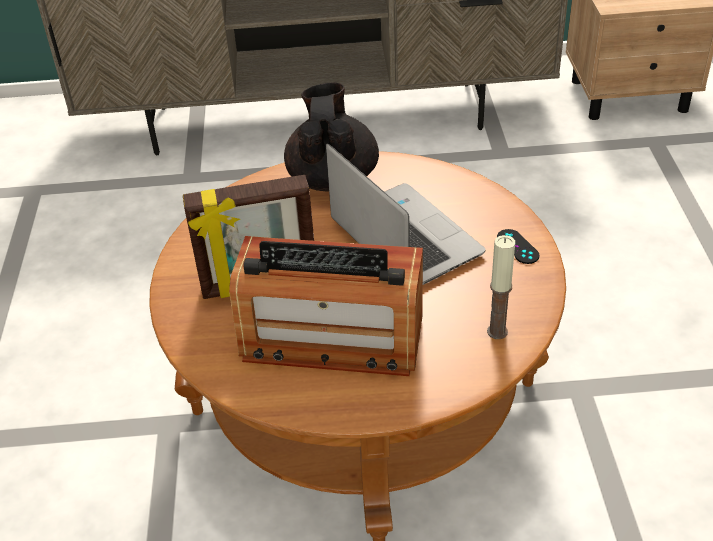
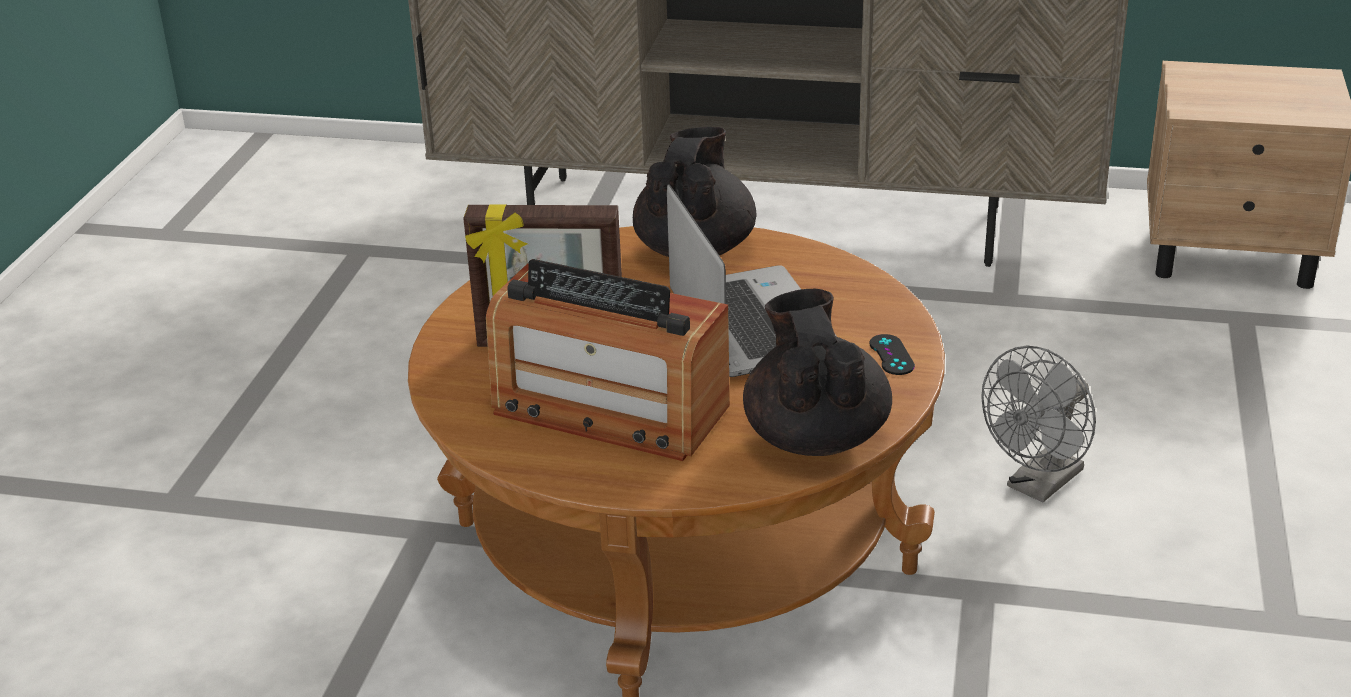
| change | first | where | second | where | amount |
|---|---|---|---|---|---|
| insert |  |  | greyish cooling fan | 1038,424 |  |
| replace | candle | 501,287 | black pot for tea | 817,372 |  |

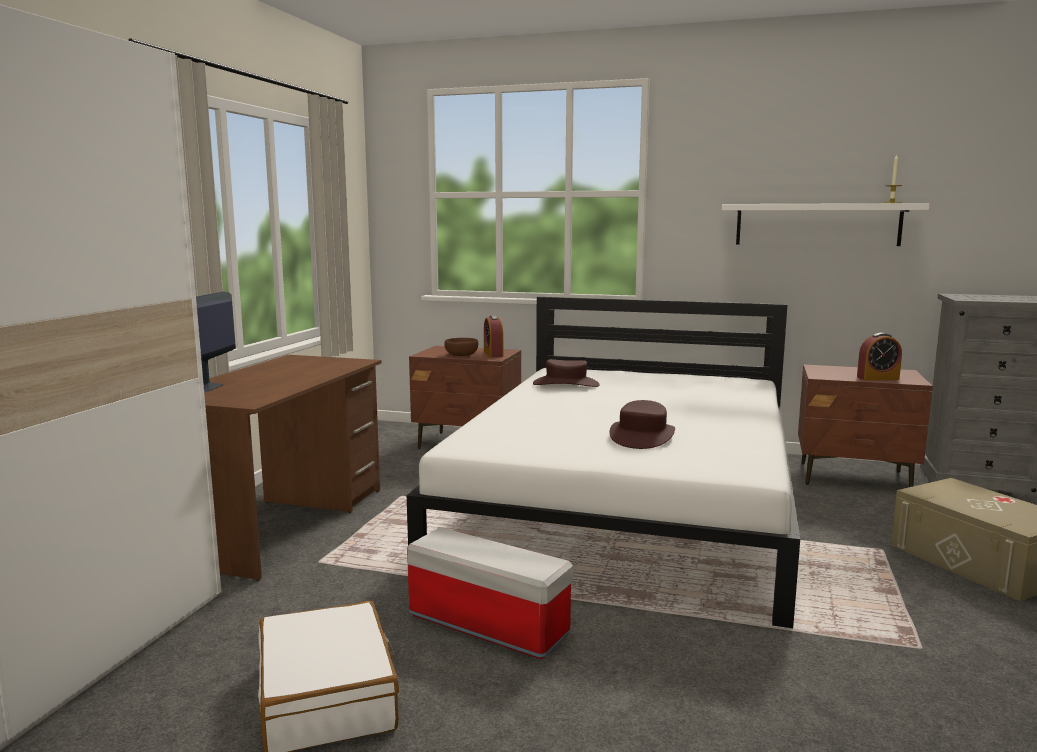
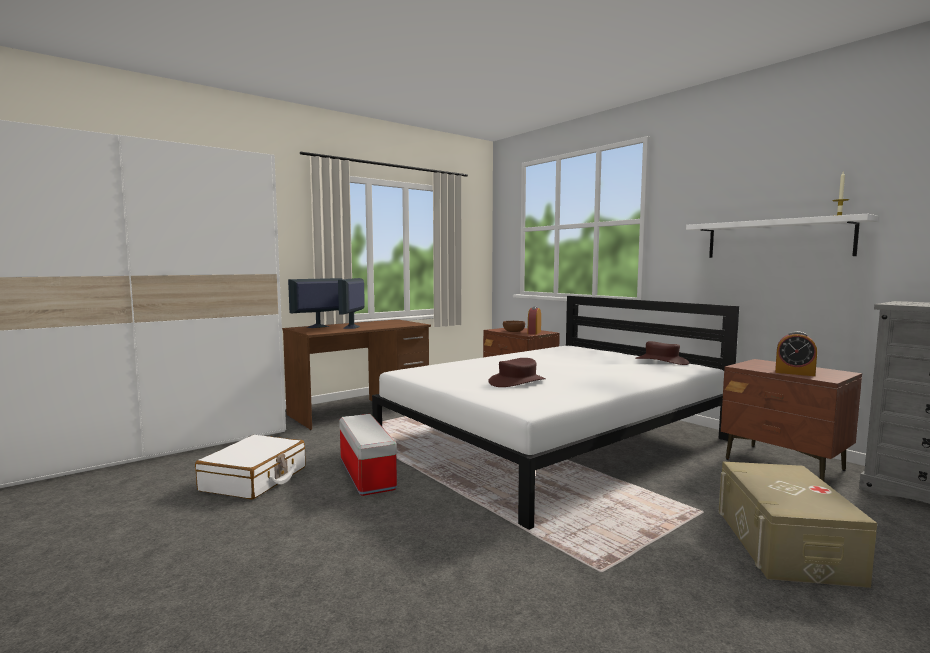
| change | first | where | second | where | amount |
|---|---|---|---|---|---|
| insert |  |  | computer screen | 351,303 |  |
| move | brown clothing hat | 566,373 |  | 662,353 |  |

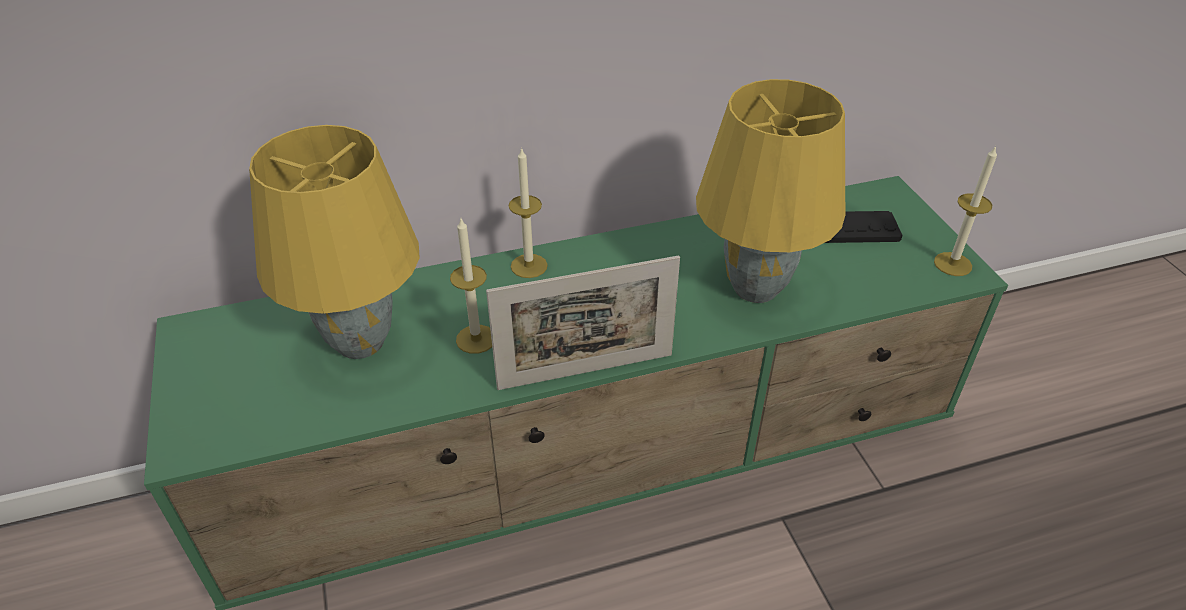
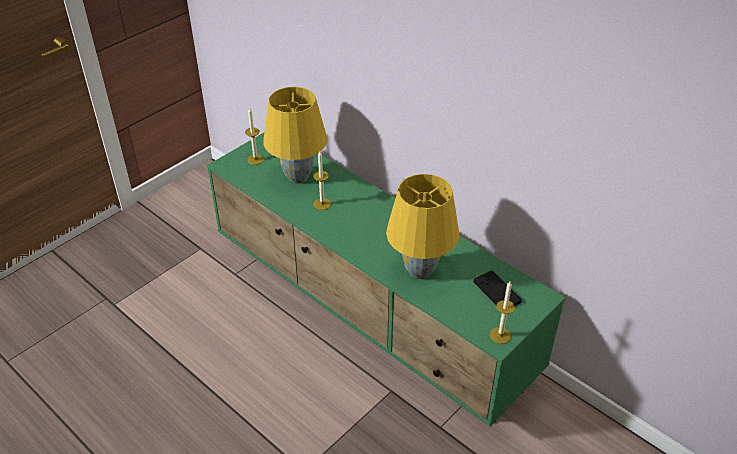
| change | first | where | second | where | amount |
|---|---|---|---|---|---|
| delete | standing frame | 583,322 |  |  |  |
| move | candle | 528,212 |  | 254,136 |  |

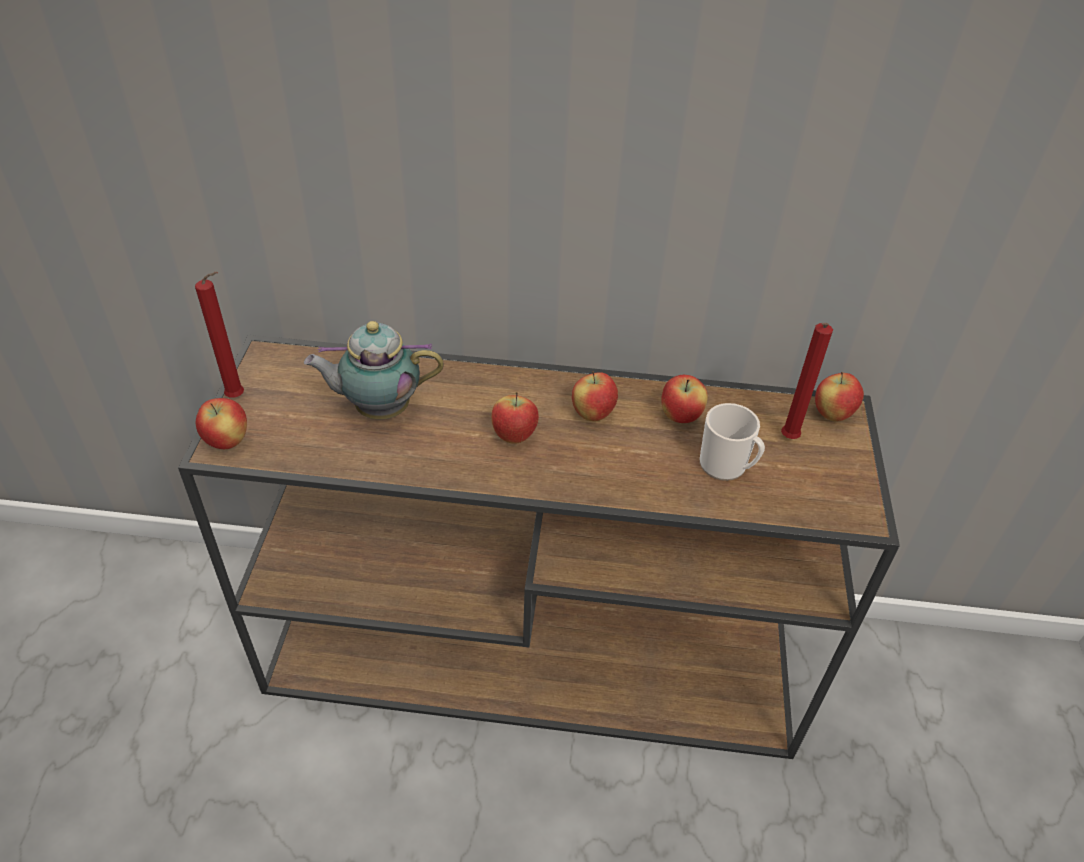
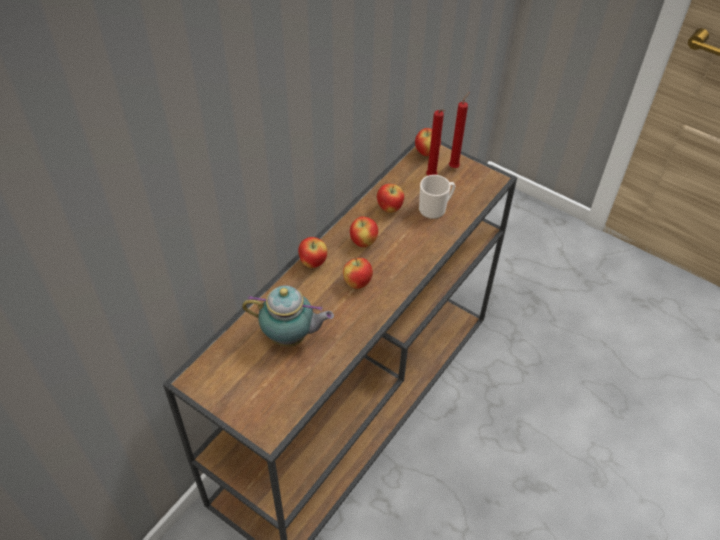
| change | first | where | second | where | amount |
|---|---|---|---|---|---|
| move | reddish candle | 219,335 |  | 459,130 |  |
| move | apple | 221,423 |  | 312,252 |  |
| rotate | pot for tea | 374,370 |  | 288,316 | 105 degrees counterclockwise |

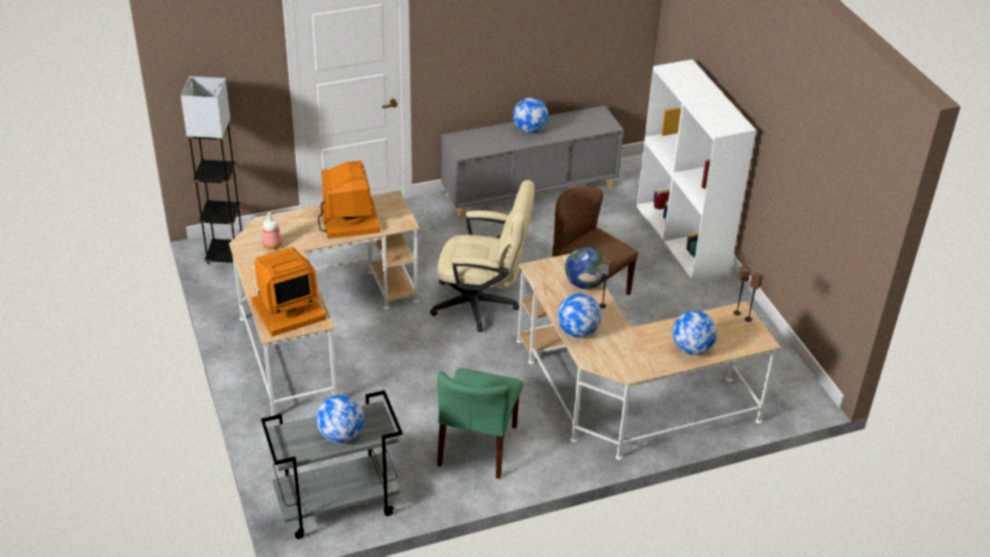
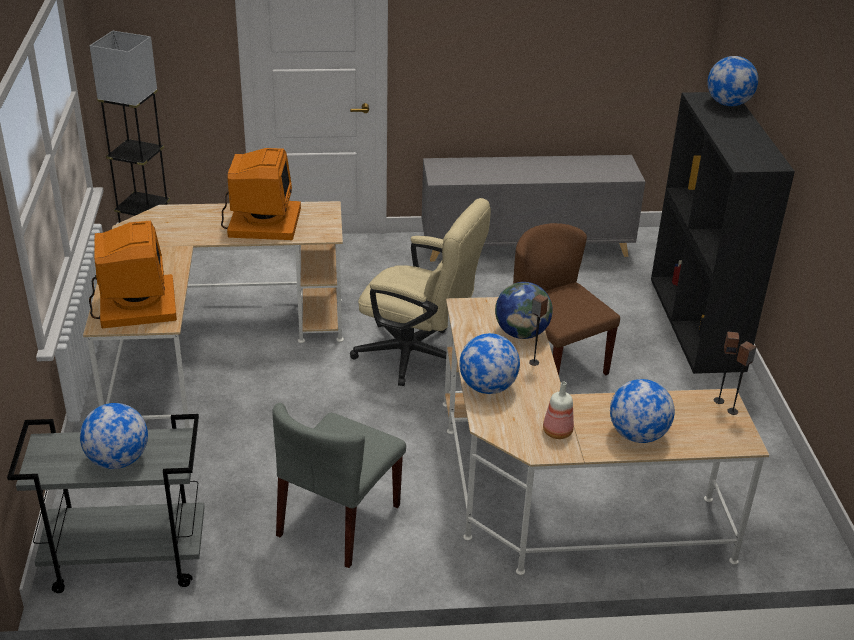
| change | first | where | second | where | amount |
|---|---|---|---|---|---|
| move | bottle | 272,231 |  | 558,410 |  |
| move | globe | 530,116 |  | 733,81 |  |
| recolor | greenish plain chair | 480,423 | greyish plain chair | 339,485 |  |
| recolor | white shelving unit | 696,171 | black shelving unit | 723,233 |  |
| rotate | computer screen | 288,291 |  | 133,274 | 90 degrees counterclockwise |

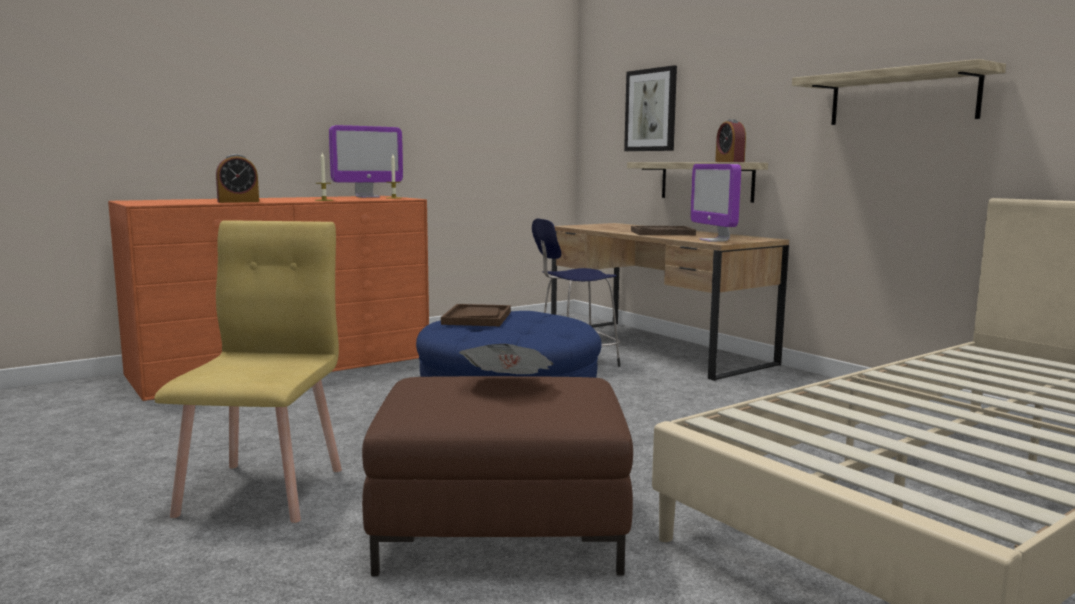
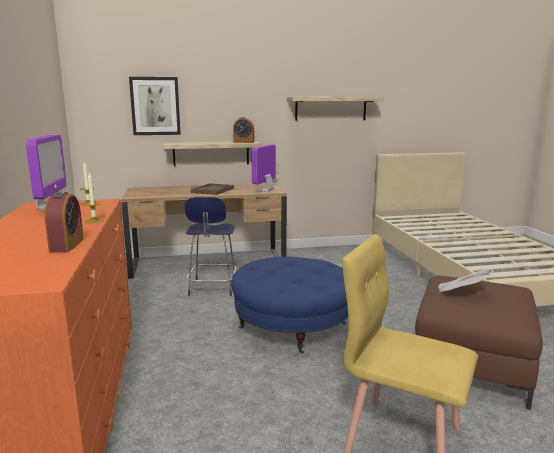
| change | first | where | second | where | amount |
|---|---|---|---|---|---|
| delete | brown serving tray | 476,315 |  |  |  |
| rotate | computer screen | 716,203 |  | 263,168 | 105 degrees clockwise |

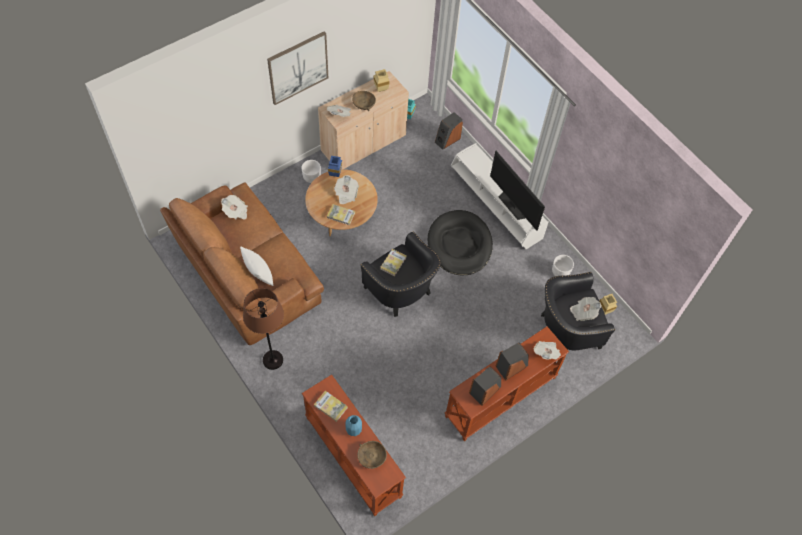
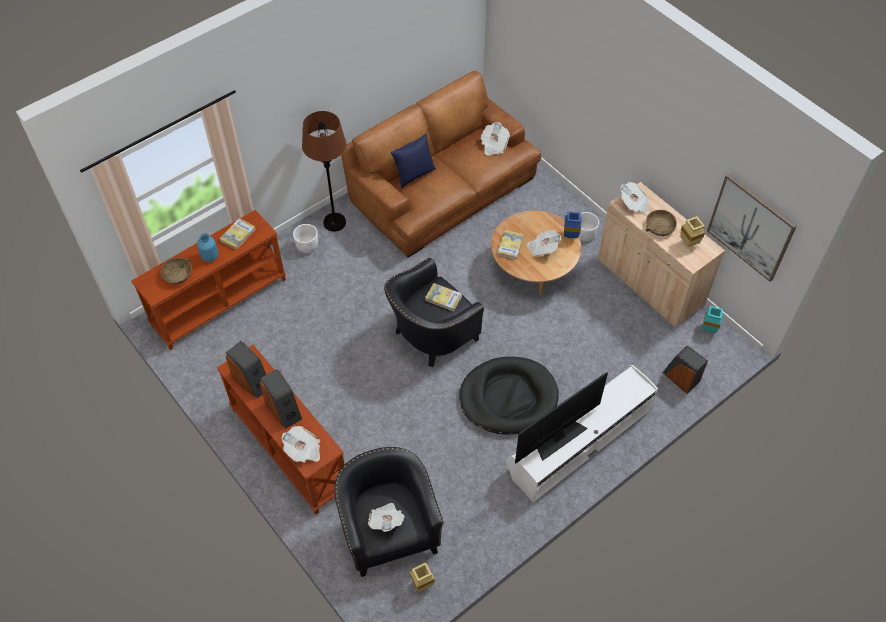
| change | first | where | second | where | amount |
|---|---|---|---|---|---|
| move | wall art | 297,68 |  | 752,227 |  |
| move | white flower pot | 563,265 |  | 305,238 |  |
| recolor | white cushion | 256,266 | bluish cushion | 413,161 |  |

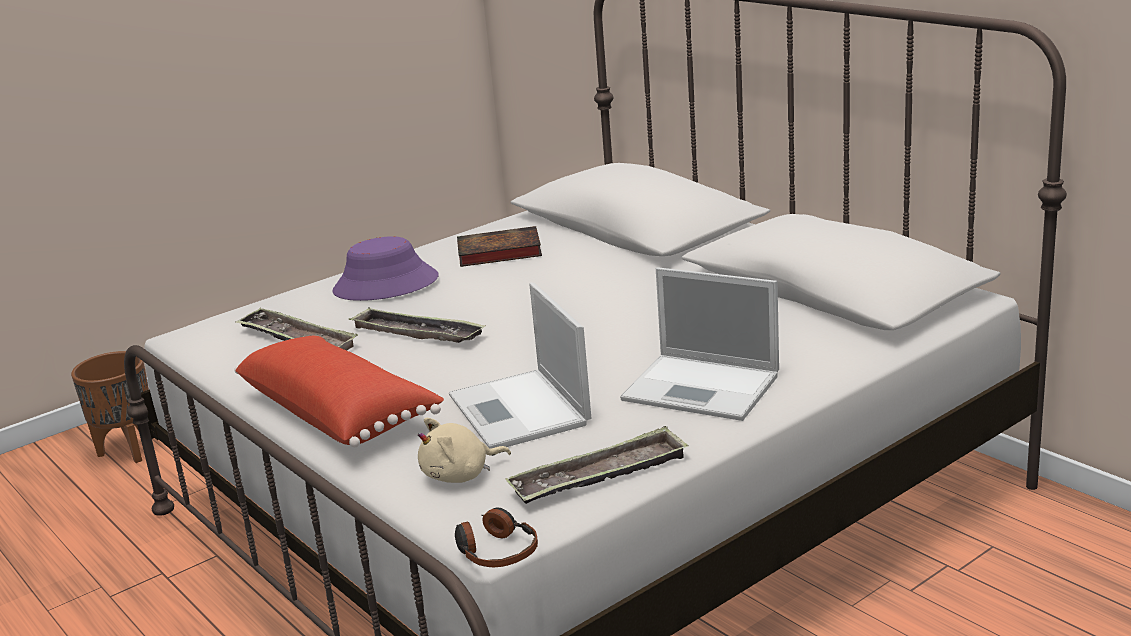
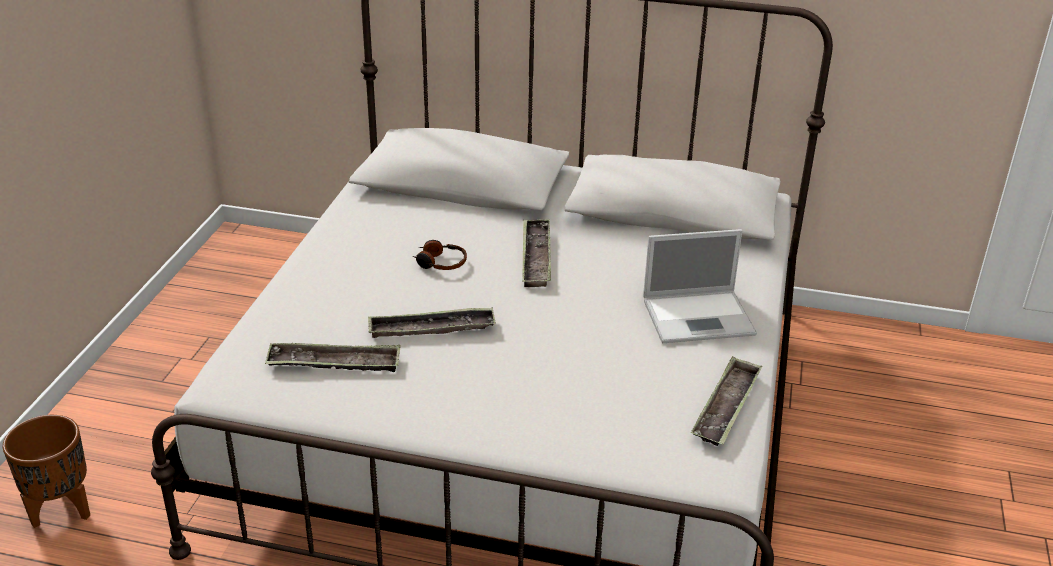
| change | first | where | second | where | amount |
|---|---|---|---|---|---|
| delete | reddish cushion | 339,391 |  |  |  |
| delete | purple-coloured clothing hat | 386,268 |  |  |  |
| delete | sand-coloured cuddly toy | 464,450 |  |  |  |
| delete | laptop | 520,366 |  |  |  |
| delete | volume | 499,246 |  |  |  |
| insert |  |  | serving tray | 536,253 |  |
| move | headphones | 496,537 |  | 440,255 |  |

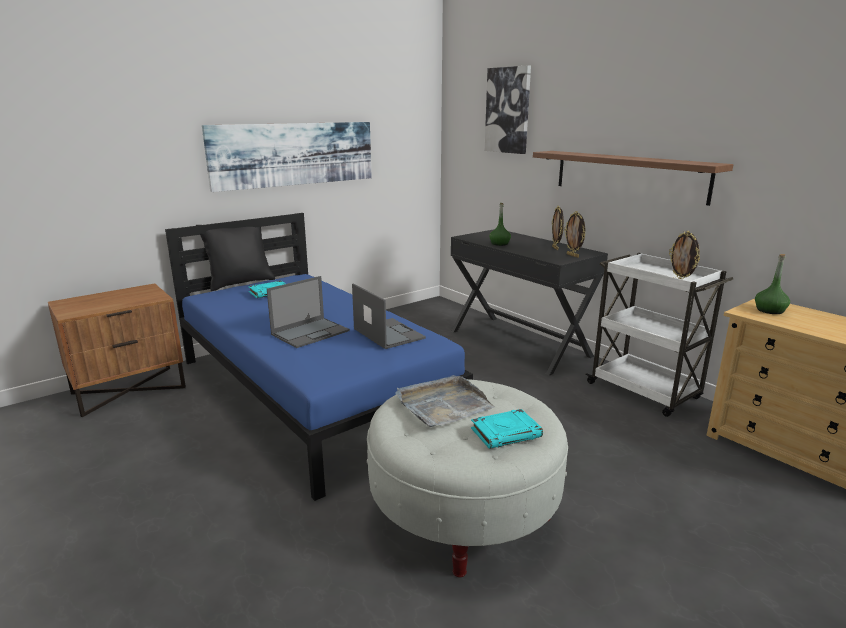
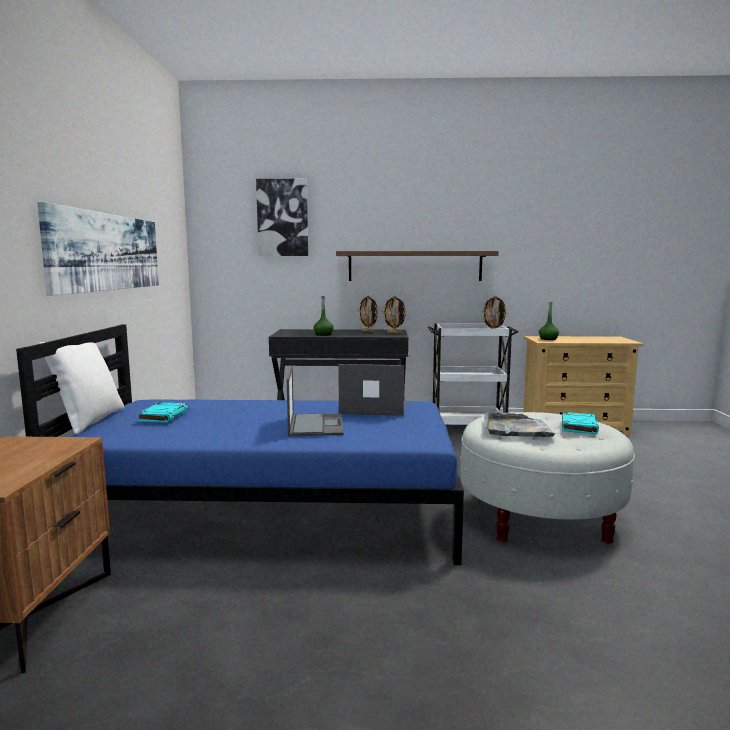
| change | first | where | second | where | amount |
|---|---|---|---|---|---|
| recolor | black cushion | 235,258 | white cushion | 81,383 |  |

